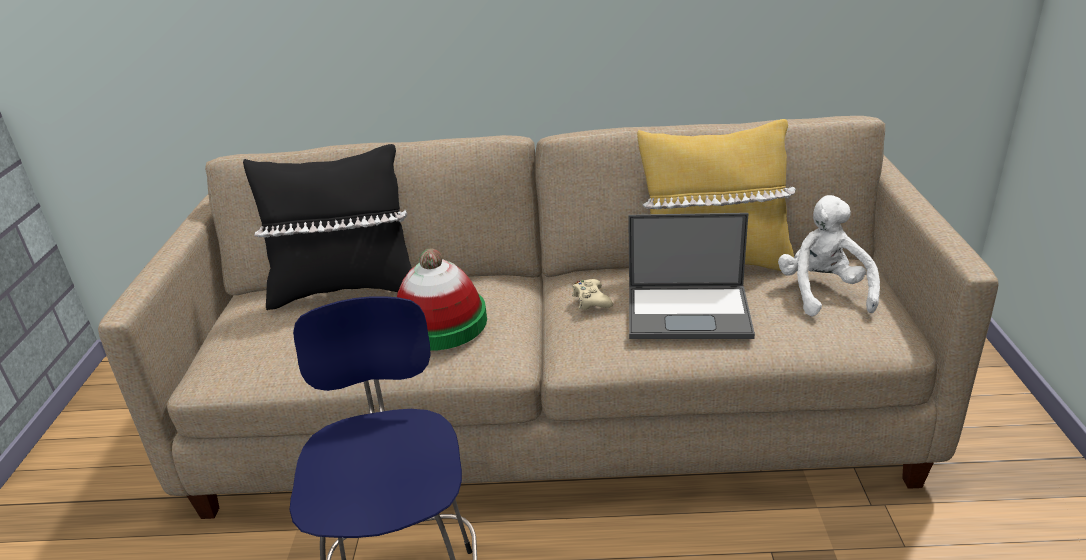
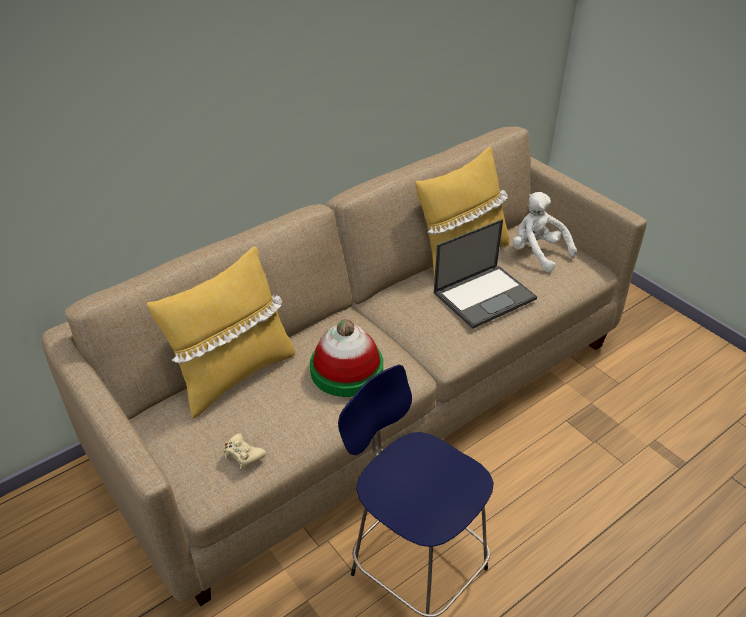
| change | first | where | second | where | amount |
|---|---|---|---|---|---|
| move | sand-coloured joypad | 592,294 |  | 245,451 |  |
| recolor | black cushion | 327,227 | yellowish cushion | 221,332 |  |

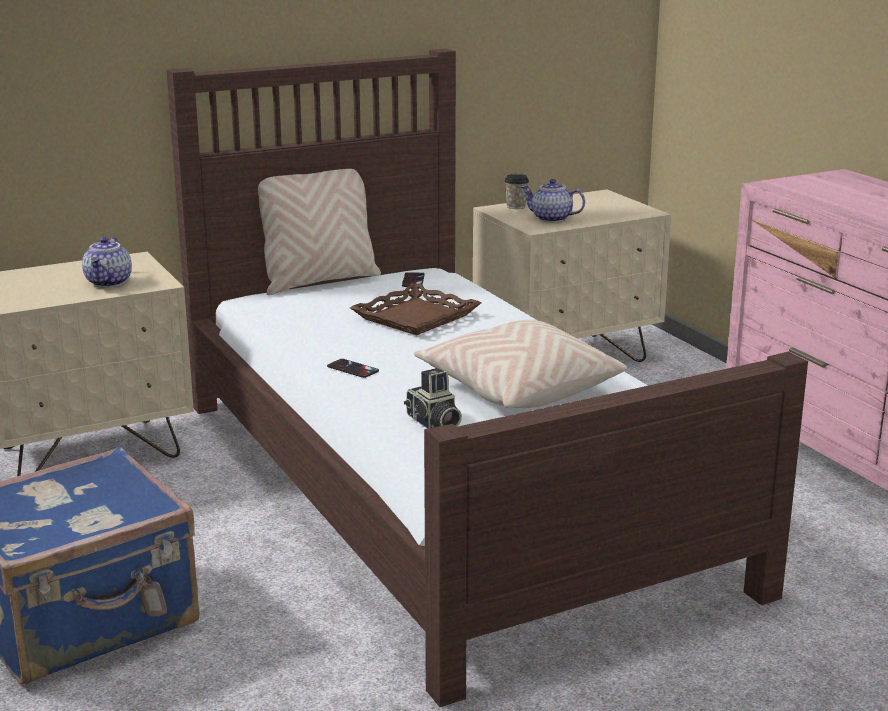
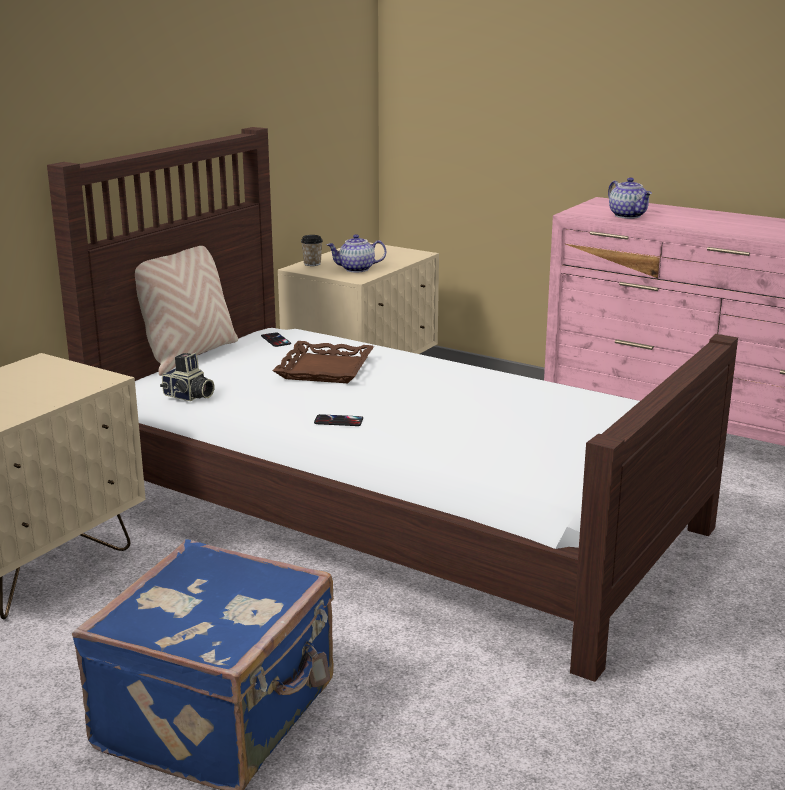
| change | first | where | second | where | amount |
|---|---|---|---|---|---|
| delete | sand-coloured cushion | 520,364 |  |  |  |
| move | pot for tea | 107,262 |  | 630,198 |  |
| move | still camera | 433,398 |  | 187,377 |  |

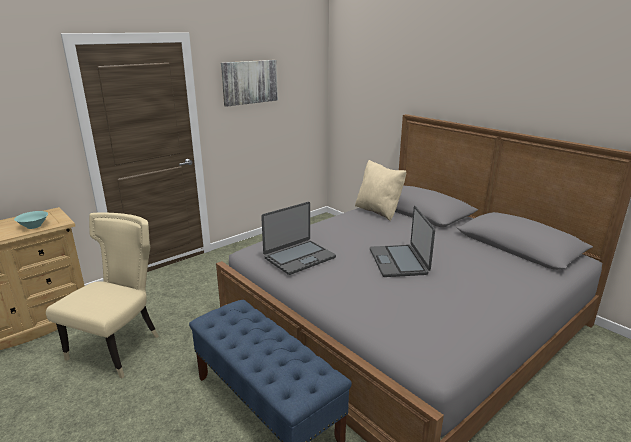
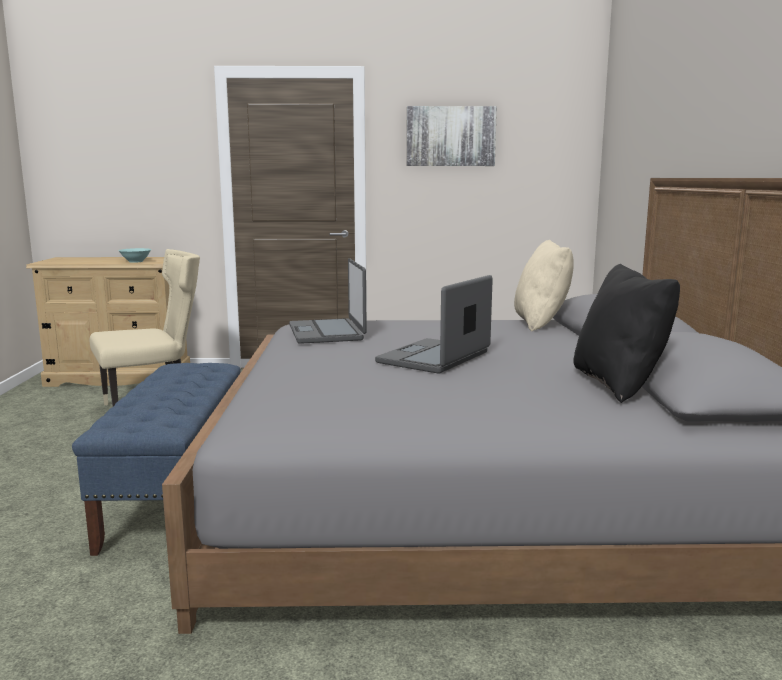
| change | first | where | second | where | amount |
|---|---|---|---|---|---|
| insert |  |  | black cushion | 626,333 |  |
| rotate | laptop | 298,238 |  | 328,301 | 75 degrees clockwise |

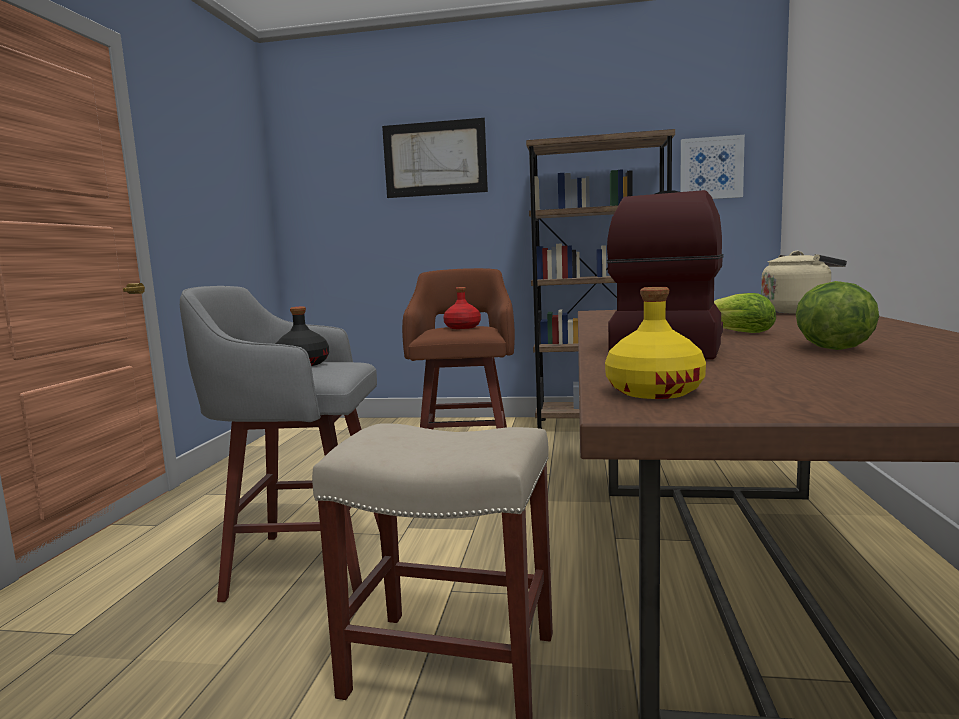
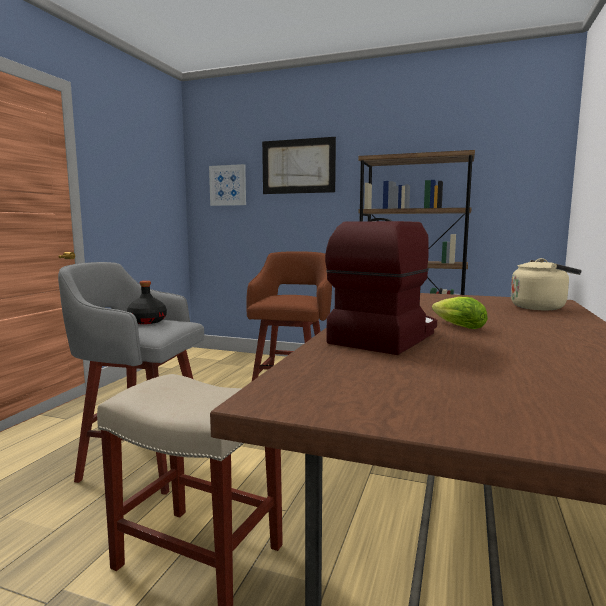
| change | first | where | second | where | amount |
|---|---|---|---|---|---|
| delete | reddish bottle | 462,308 |  |  |  |
| delete | yellowish bottle | 655,343 |  |  |  |
| delete | lettuce head | 837,315 |  |  |  |
| move | wall art | 712,167 |  | 227,185 |  |

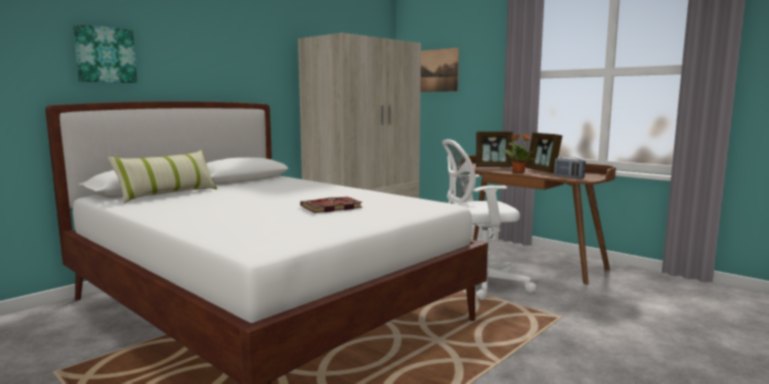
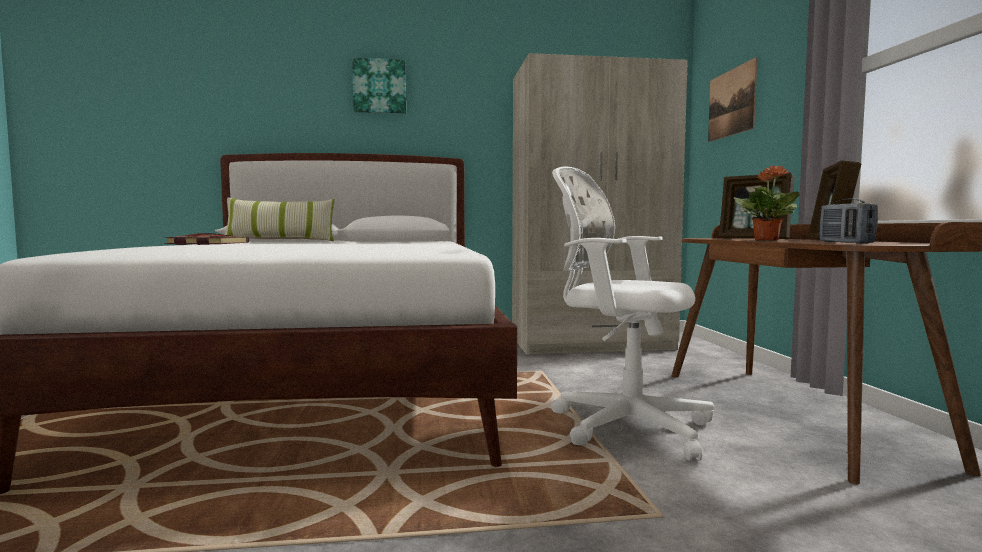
| change | first | where | second | where | amount |
|---|---|---|---|---|---|
| move | wall art | 105,53 |  | 379,86 |  |
| move | volume | 331,205 |  | 206,239 |  |

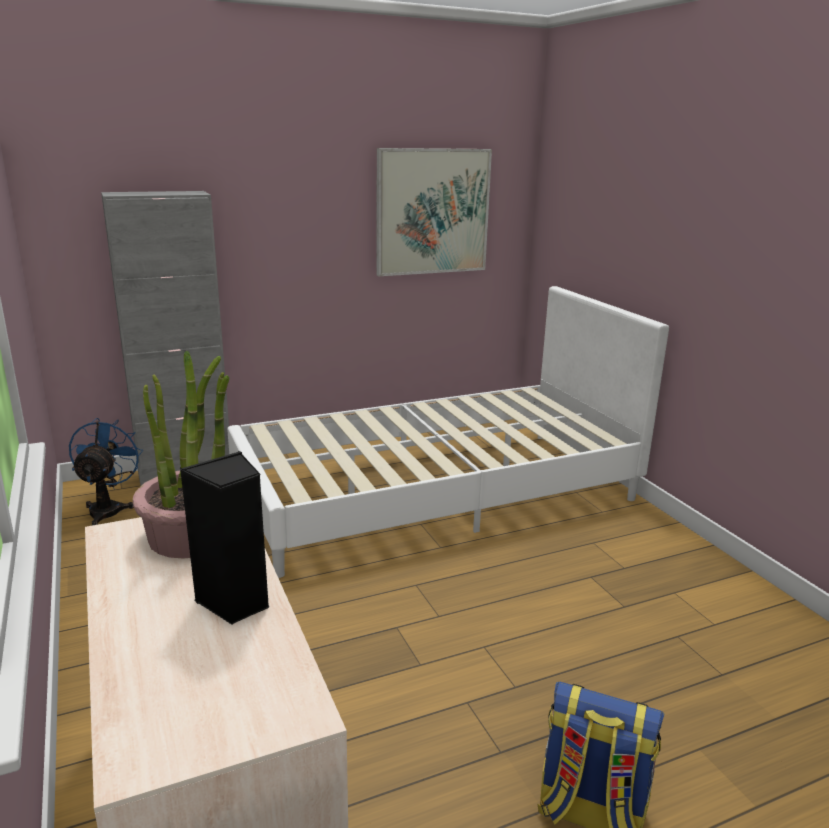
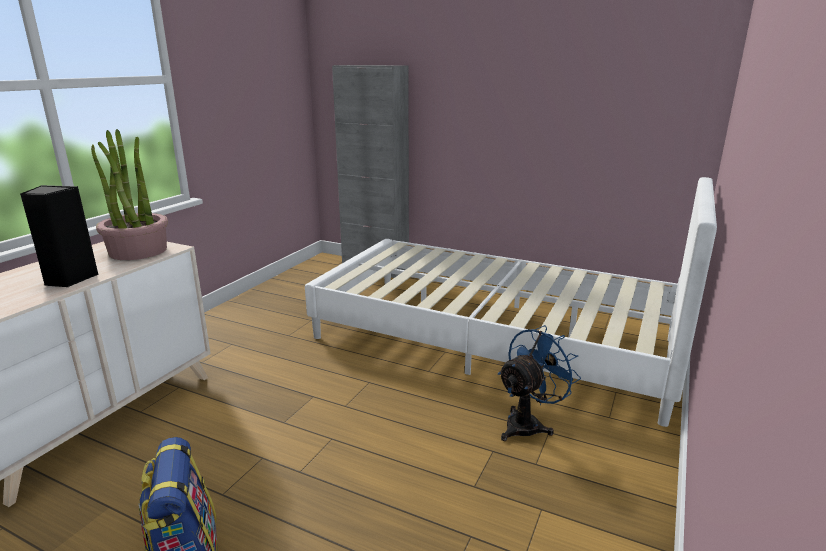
| change | first | where | second | where | amount |
|---|---|---|---|---|---|
| delete | wall art | 434,212 |  |  |  |
| move | bluish cooling fan | 106,472 |  | 539,383 |  |

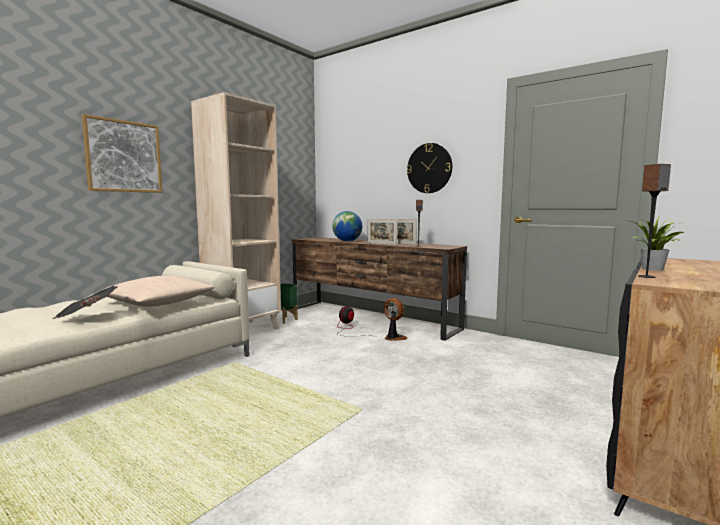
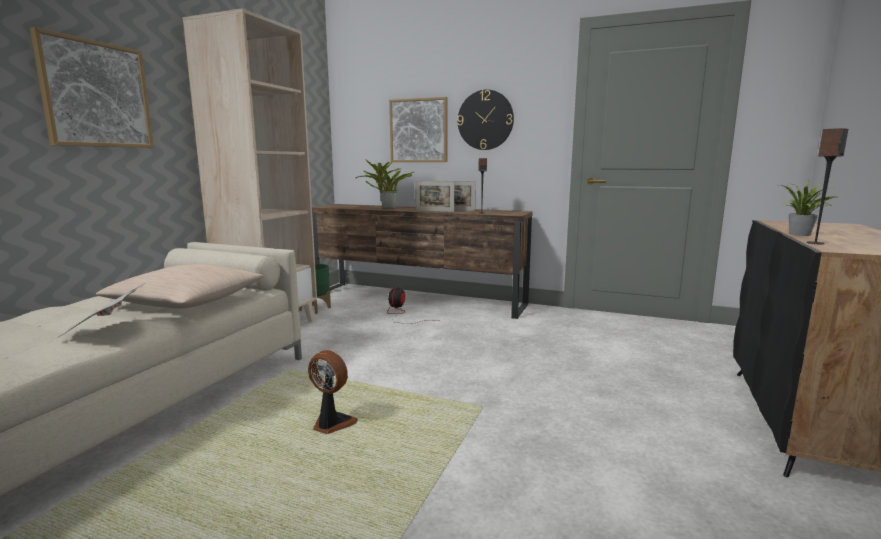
| change | first | where | second | where | amount |
|---|---|---|---|---|---|
| insert |  |  | wall art | 418,129 |  |
| move | cooling fan | 396,319 |  | 333,392 |  |
| replace | globe | 347,226 | houseplant | 384,184 |  |

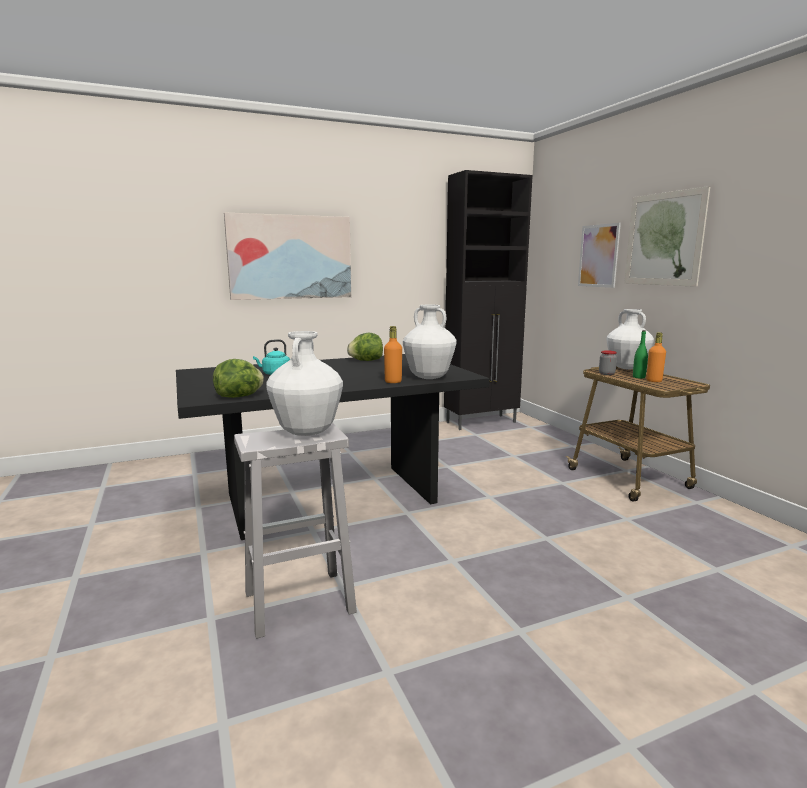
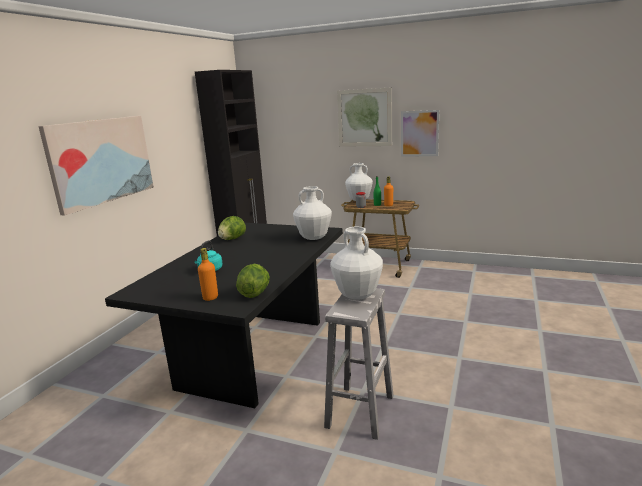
| change | first | where | second | where | amount |
|---|---|---|---|---|---|
| move | orange-coloured bottle | 393,354 |  | 208,274 |  |
| move | wall art | 599,255 |  | 420,133 |  |

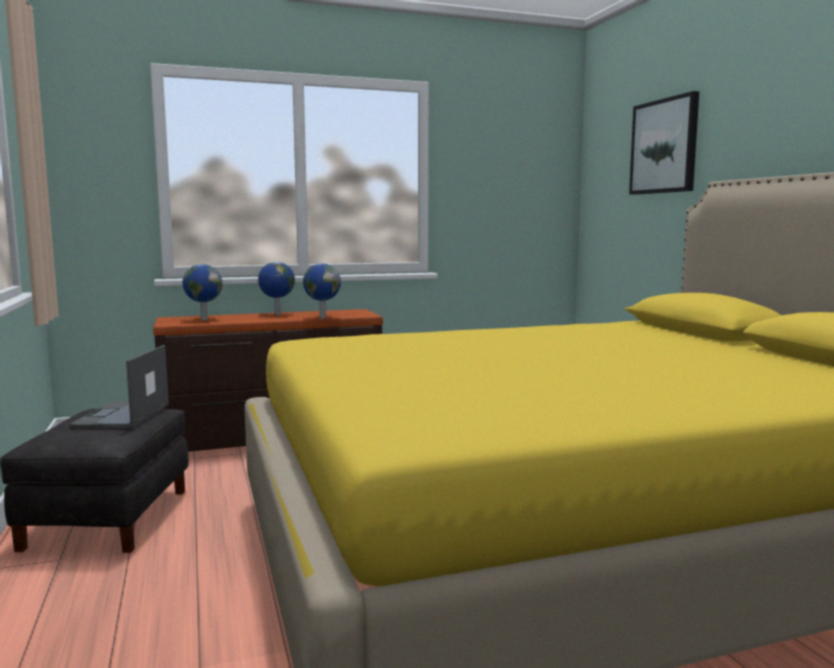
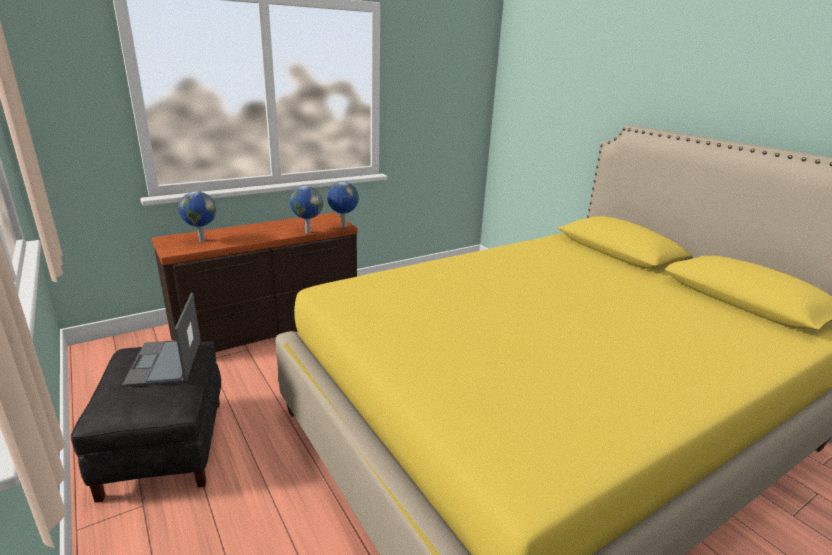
| change | first | where | second | where | amount |
|---|---|---|---|---|---|
| delete | wall art | 664,143 |  |  |  |
| move | globe | 276,288 |  | 343,204 |  |

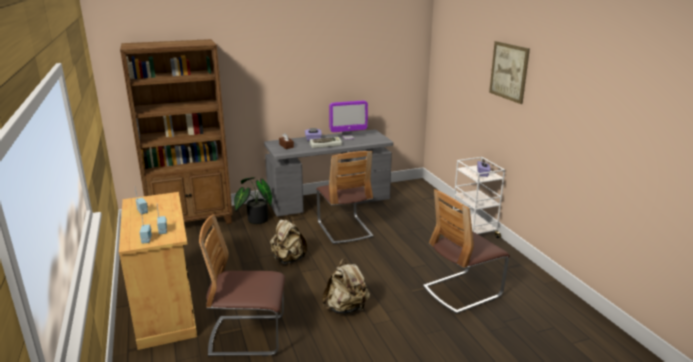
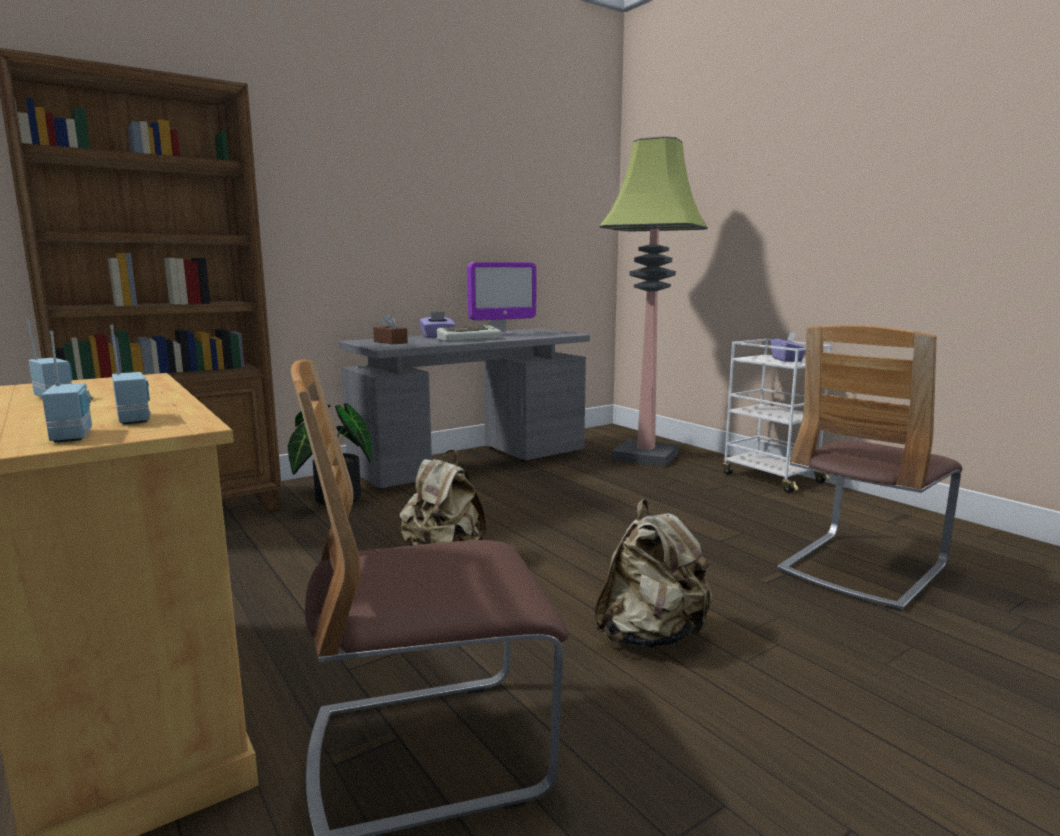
| change | first | where | second | where | amount |
|---|---|---|---|---|---|
| delete | plain chair | 345,197 |  |  |  |
| delete | wall art | 509,72 |  |  |  |
| insert |  |  | standing lamp | 653,301 |  |

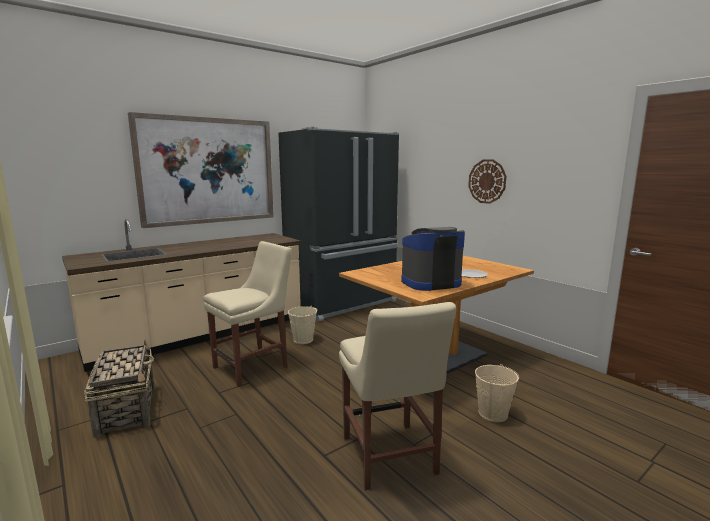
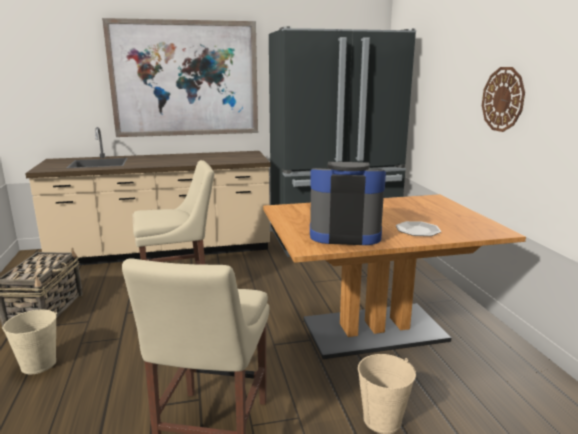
| change | first | where | second | where | amount |
|---|---|---|---|---|---|
| move | sand-coloured pail | 302,324 |  | 29,342 |  |

